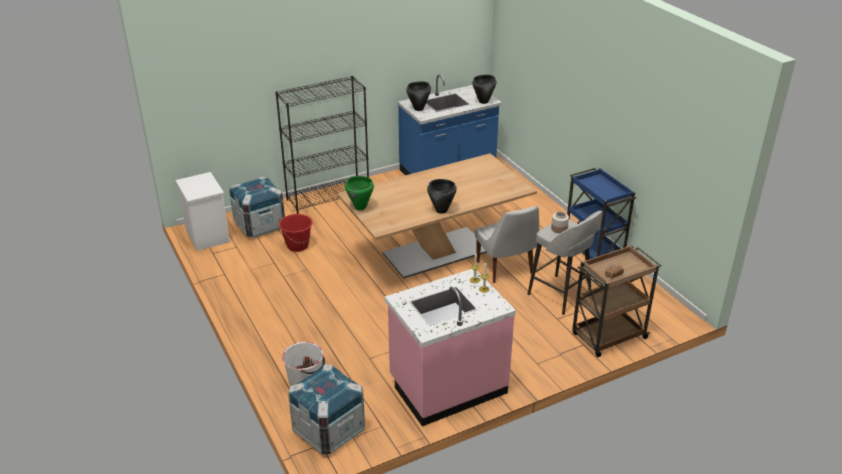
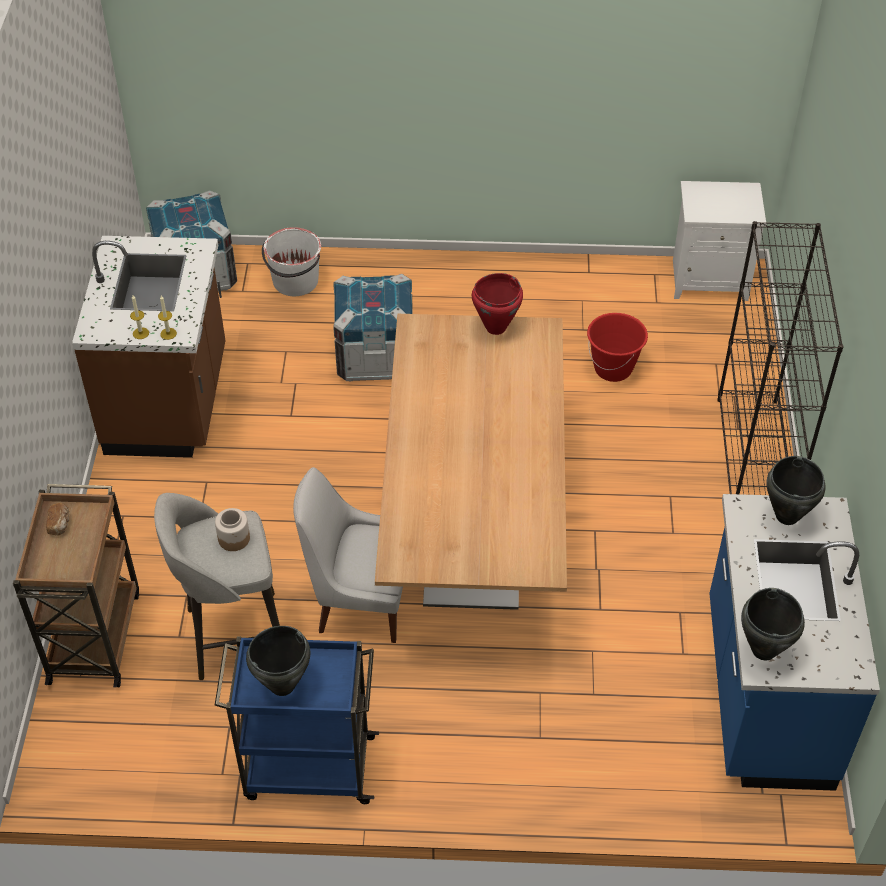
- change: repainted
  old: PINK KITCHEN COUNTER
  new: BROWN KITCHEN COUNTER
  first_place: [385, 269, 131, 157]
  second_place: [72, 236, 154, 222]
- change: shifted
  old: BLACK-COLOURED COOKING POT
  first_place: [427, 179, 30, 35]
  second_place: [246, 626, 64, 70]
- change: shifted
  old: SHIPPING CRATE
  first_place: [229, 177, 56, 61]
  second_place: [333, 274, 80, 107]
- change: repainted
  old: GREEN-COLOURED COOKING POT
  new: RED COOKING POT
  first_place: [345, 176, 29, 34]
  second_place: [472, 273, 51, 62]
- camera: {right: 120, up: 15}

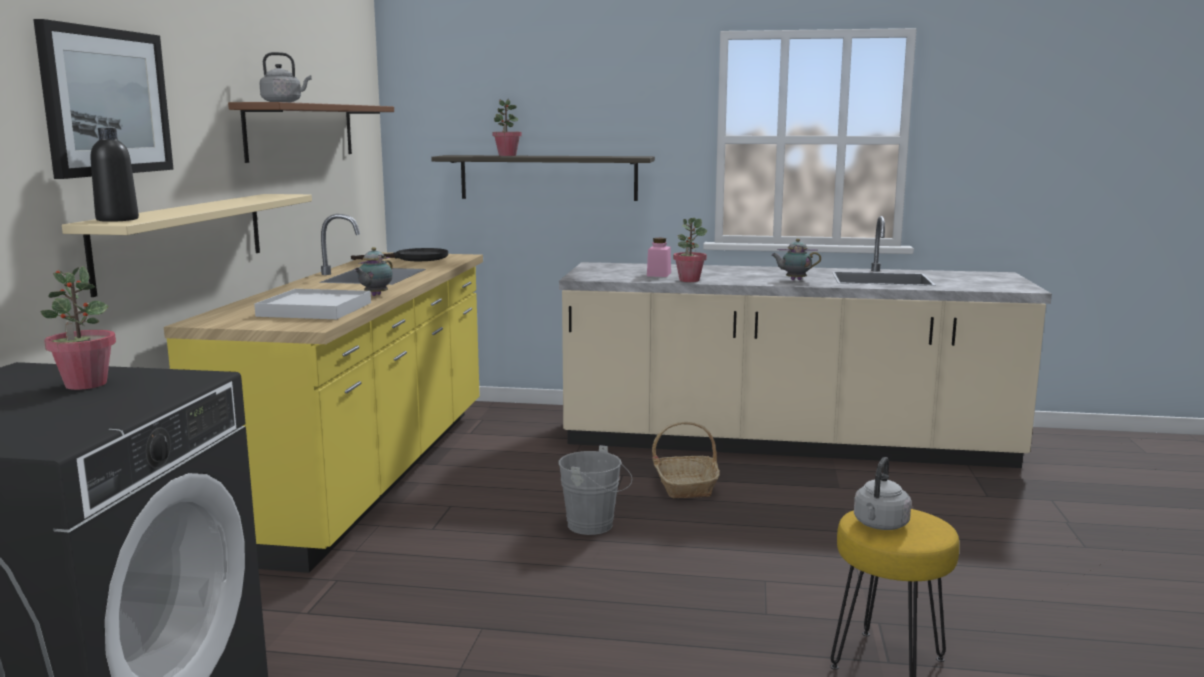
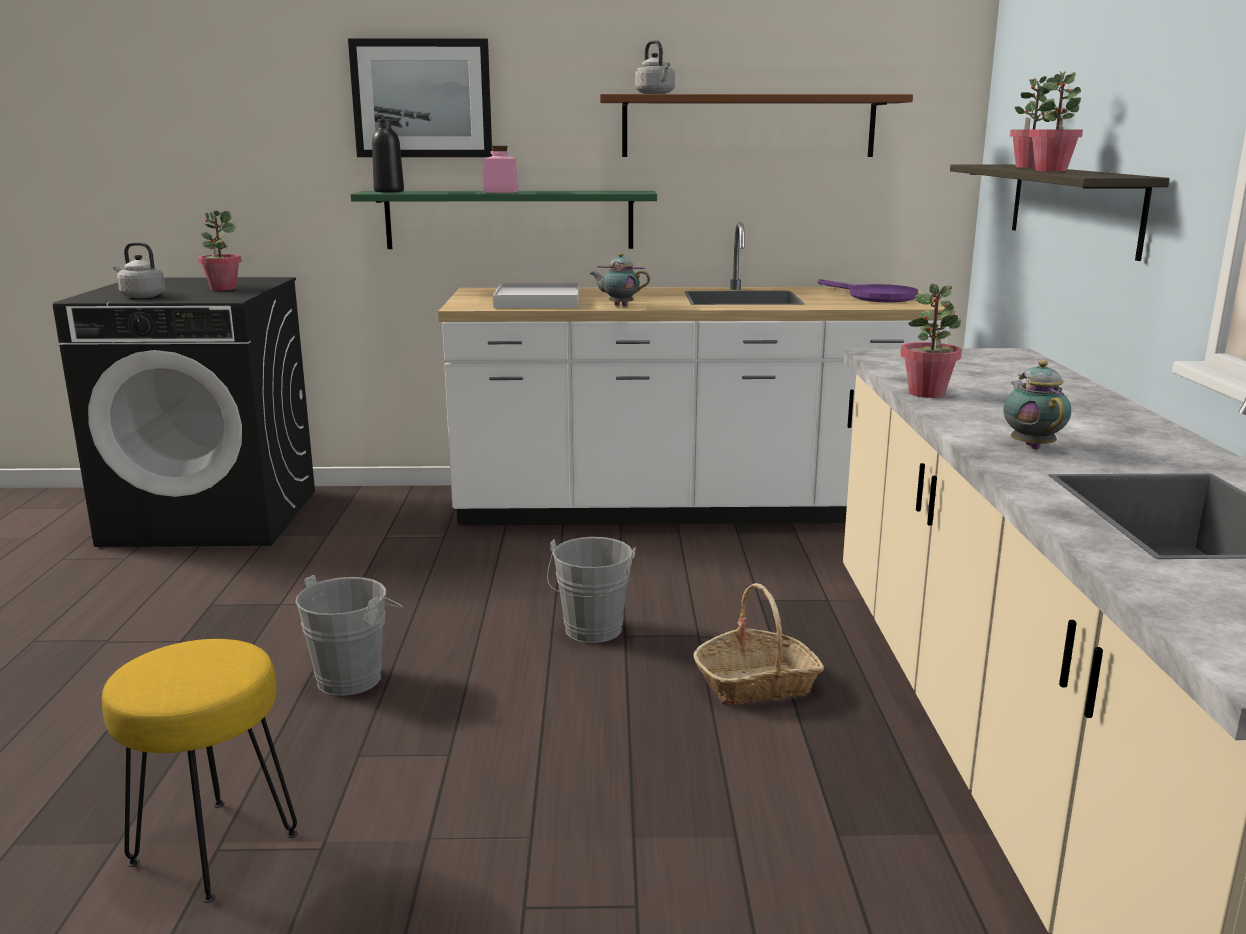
- change: shifted
  old: GREYISH KETTLE
  first_place: [854, 457, 57, 73]
  second_place: [113, 242, 52, 56]
- change: new
  new: GREYISH WATER BUCKET
  second_place: [295, 575, 108, 121]
- change: repainted
  old: BEIGE-COLOURED SHELF
  new: GREEN-COLOURED SHELF
  first_place: [62, 194, 250, 103]
  second_place: [351, 191, 306, 58]
- change: repainted
  old: YELLOW-COLOURED KITCHEN COUNTER
  new: WHITISH KITCHEN COUNTER
  first_place: [164, 214, 319, 359]
  second_place: [438, 222, 517, 304]
- change: shifted
  old: PINK STORAGE JAR
  first_place: [647, 238, 24, 39]
  second_place: [483, 146, 35, 47]
- change: repainted
  old: BLACK-COLOURED SKILLET
  new: PURPLE SKILLET
  first_place: [351, 248, 97, 13]
  second_place: [818, 279, 100, 24]
- change: new
  new: HOUSEPLANT
  second_place: [1029, 71, 54, 100]
- camera: {right: 80, up: 5}

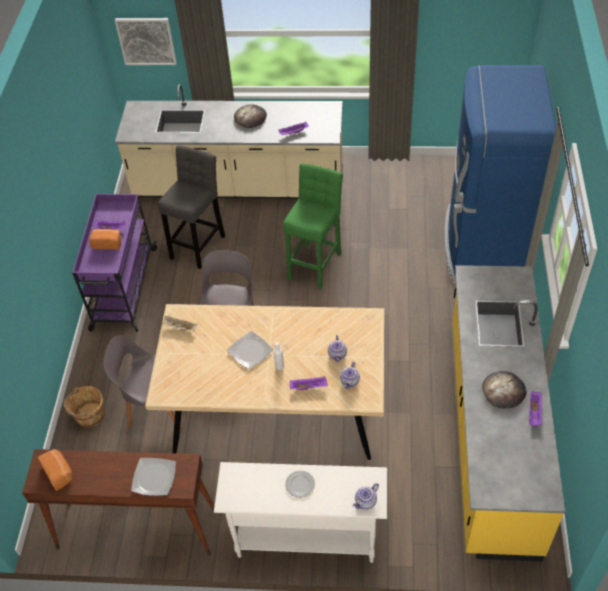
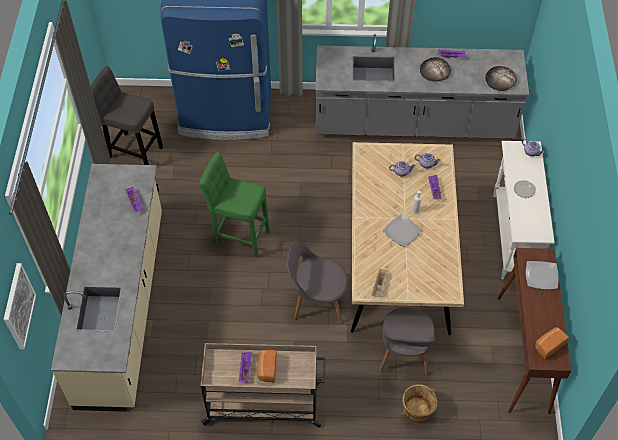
- change: shifted
  old: GREYISH STOOL
  first_place: [158, 145, 67, 124]
  second_place: [90, 66, 73, 99]
- change: repainted
  old: PURPLE WHEELED CART
  new: BEIGE-COLOURED WHEELED CART
  first_place: [72, 194, 85, 138]
  second_place: [201, 343, 124, 85]
- change: repainted
  old: YELLOW-COLOURED KITCHEN COUNTER
  new: GREYISH KITCHEN COUNTER
  first_place: [453, 265, 112, 296]
  second_place: [315, 34, 214, 105]
- change: shifted
  old: BAKED BREAD
  first_place: [234, 104, 33, 24]
  second_place: [485, 66, 32, 25]
- camera: {right: -95, up: 5}

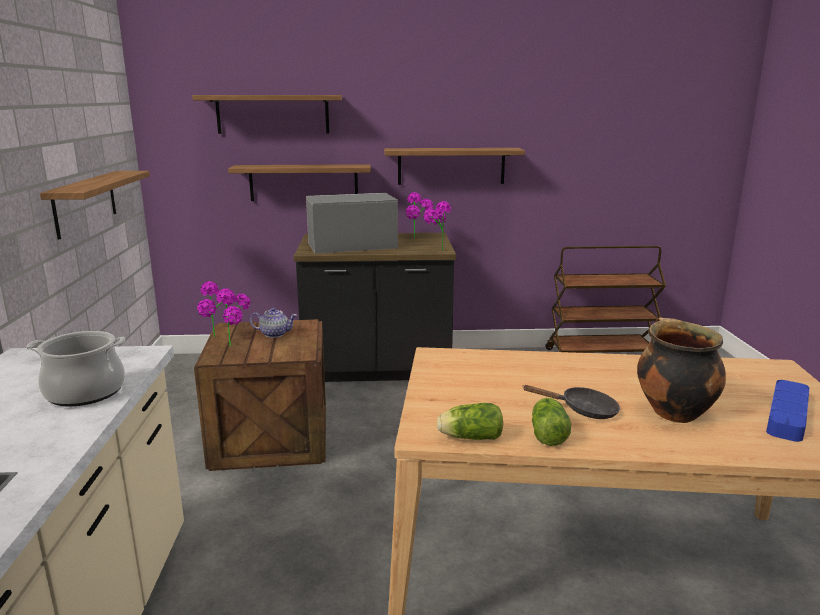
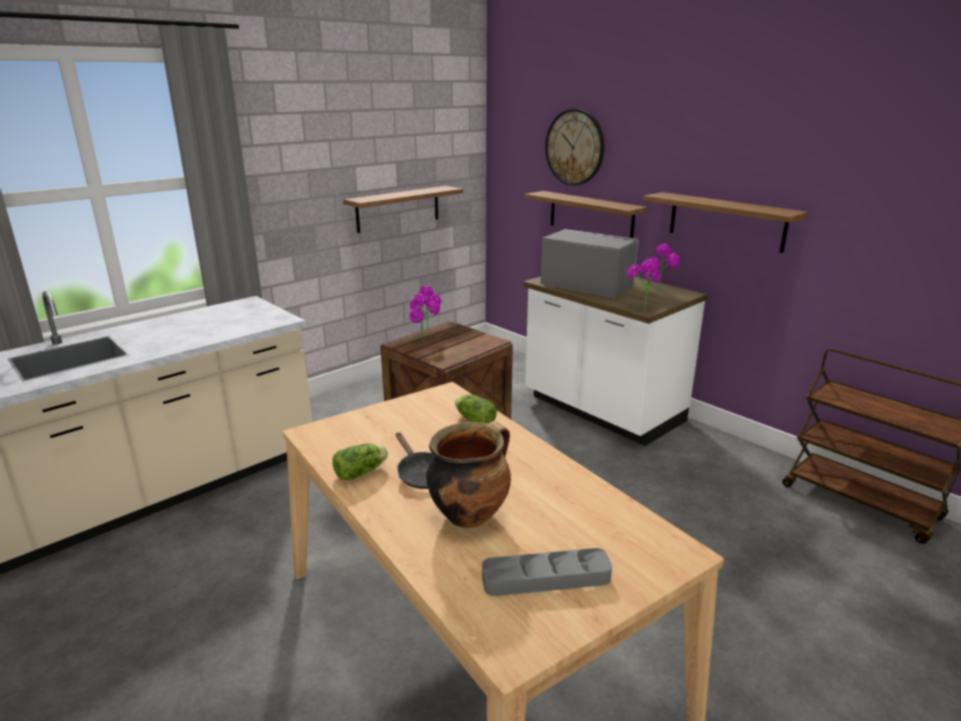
- change: shifted
  old: LETTUCE HEAD
  first_place: [437, 403, 66, 37]
  second_place: [455, 395, 42, 28]
- change: repainted
  old: BLUE SERVING TRAY
  new: GREYISH SERVING TRAY
  first_place: [766, 380, 44, 62]
  second_place: [482, 548, 130, 48]
- change: repainted
  old: BLACK-COLOURED KITCHEN COUNTER
  new: WHITISH KITCHEN COUNTER
  first_place: [294, 233, 162, 149]
  second_place: [524, 277, 183, 169]
- change: swapped
  old: SHELF
  new: WALL CLOCK
  first_place: [192, 95, 150, 39]
  second_place: [545, 109, 59, 77]
- change: gone
  old: COOKING POT
  first_place: [26, 331, 99, 76]
- change: gone
  old: TEAPOT
  first_place: [250, 308, 47, 30]
- camera: {right: 50, up: 5}

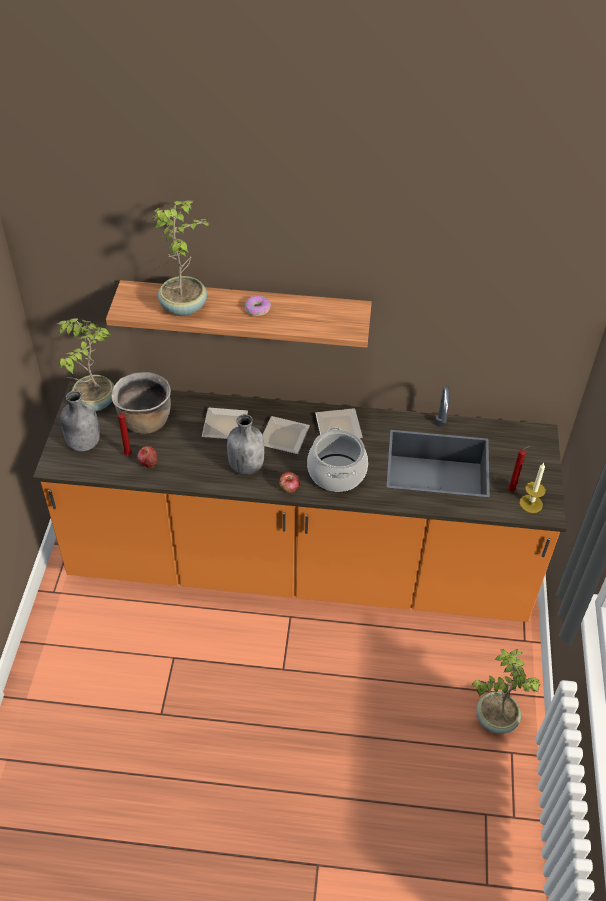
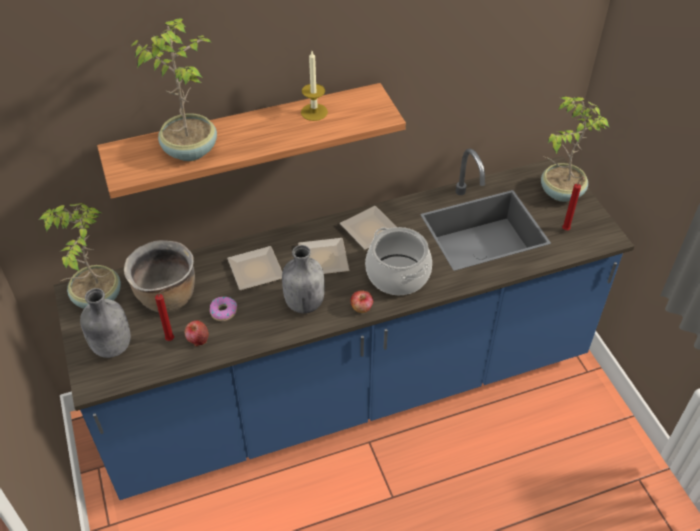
- change: repainted
  old: ORANGE KITCHEN COUNTER
  new: BLUE KITCHEN COUNTER
  first_place: [33, 381, 534, 241]
  second_place: [54, 148, 581, 352]
- change: shifted
  old: DONUT
  first_place: [245, 296, 26, 20]
  second_place: [210, 297, 27, 24]
- change: shifted
  old: WAX LIGHT
  first_place: [519, 463, 27, 50]
  second_place: [301, 51, 27, 70]
- change: shifted
  old: HOUSEPLANT
  first_place: [471, 649, 69, 85]
  second_place: [541, 97, 69, 105]
- camera: {right: -25, up: 0}

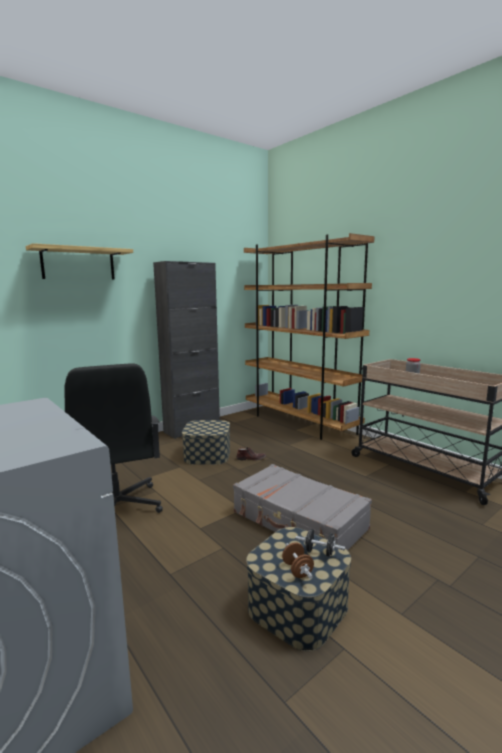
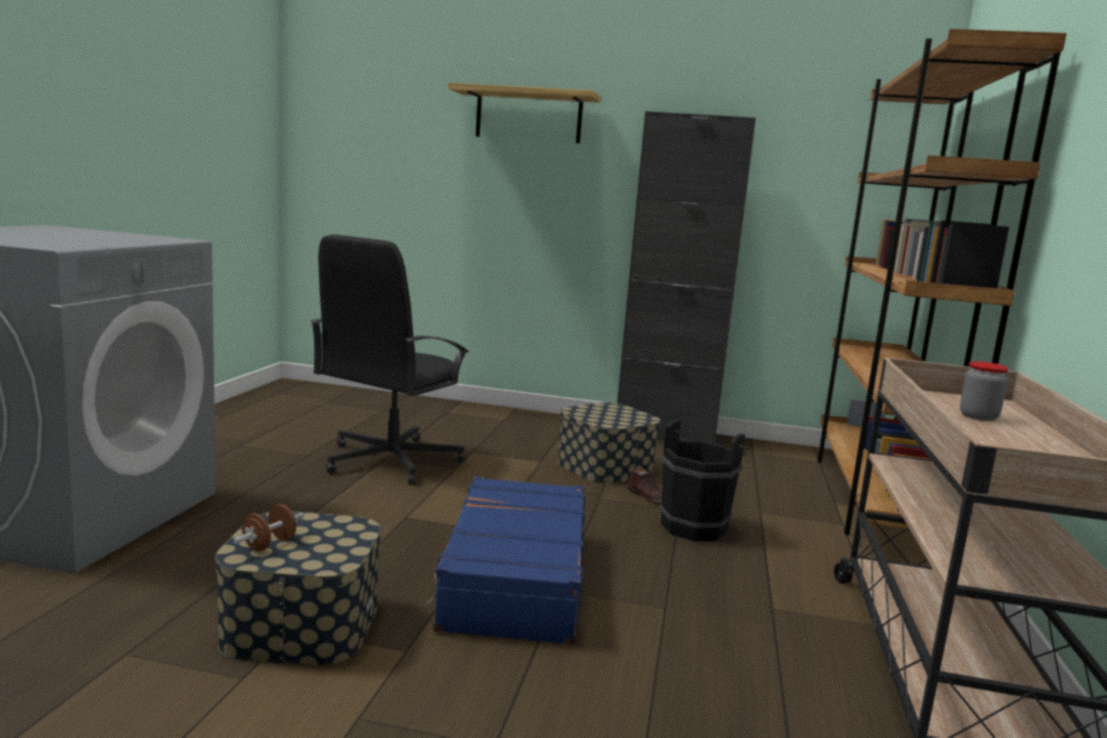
- change: repainted
  old: GREYISH TRAVEL CASE
  new: BLUE TRAVEL CASE
  first_place: [233, 464, 139, 86]
  second_place: [426, 476, 159, 169]
- change: new
  new: BLACK-COLOURED WATER BUCKET
  second_place: [660, 419, 87, 122]
- change: gone
  old: BLACK-COLOURED DUMBBELL
  first_place: [296, 529, 49, 28]
- camera: {right: 50, up: 0}

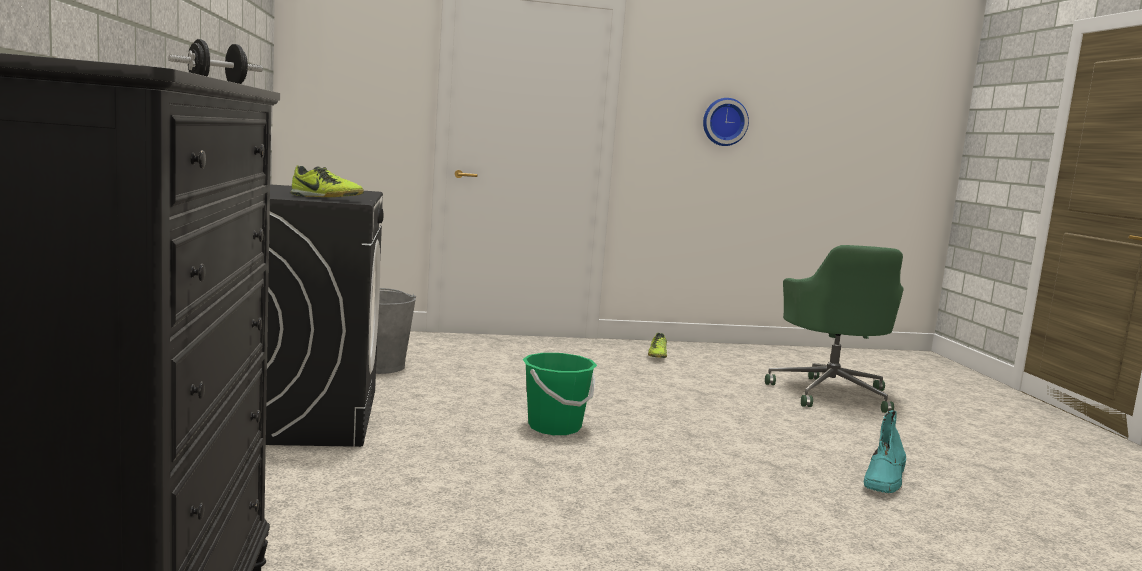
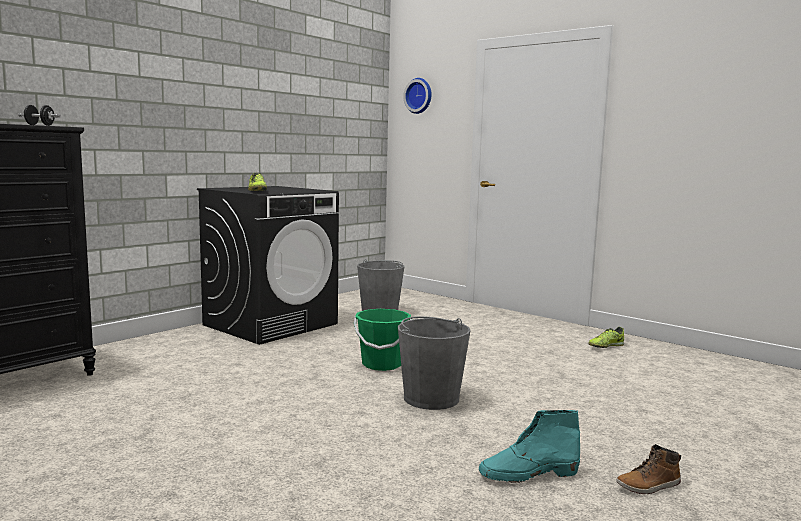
- change: new
  new: GREYISH WATER BUCKET
  second_place: [398, 316, 73, 94]
- change: shifted
  old: WALL CLOCK
  first_place: [703, 98, 46, 48]
  second_place: [403, 78, 29, 36]
- change: new
  new: TALL BOOT
  second_place: [616, 444, 65, 50]
- change: gone
  old: GREEN-COLOURED DESK CHAIR
  first_place: [765, 245, 139, 168]
- camera: {right: 50, up: 0}

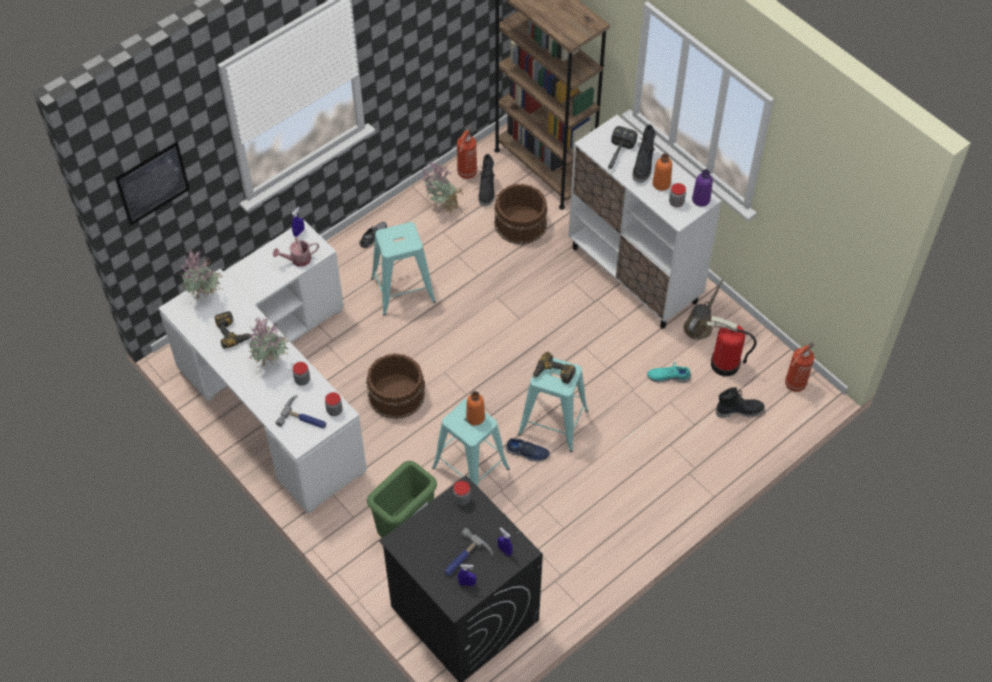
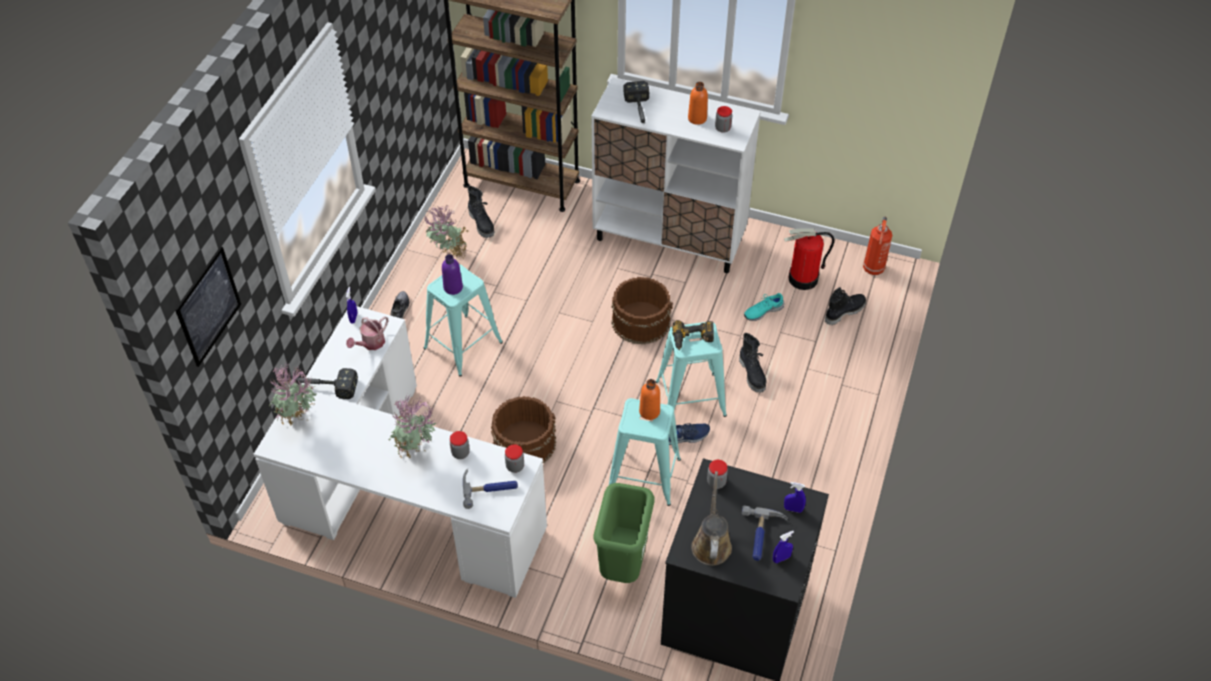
- change: new
  new: HAMMER
  second_place: [296, 368, 62, 31]
- change: shifted
  old: PURPLE BOTTLE
  first_place: [692, 169, 21, 38]
  second_place: [442, 254, 21, 41]
- change: shifted
  old: BROWN WATER BUCKET
  first_place: [494, 184, 54, 61]
  second_place: [612, 277, 61, 67]
- change: shifted
  old: BROWN SPRINKLING CAN
  first_place: [683, 279, 41, 61]
  second_place: [691, 471, 41, 95]
- change: shifted
  old: BLACK-COLOURED TALL BOOT
  first_place: [632, 124, 24, 59]
  second_place: [739, 333, 28, 60]
- change: gone
  old: ELECTRIC DRILL
  first_place: [215, 311, 36, 38]
- change: gone
  old: FIRE-FIGHTING CYLINDER
  first_place: [457, 127, 20, 52]
- camera: {right: -30, up: -5}

